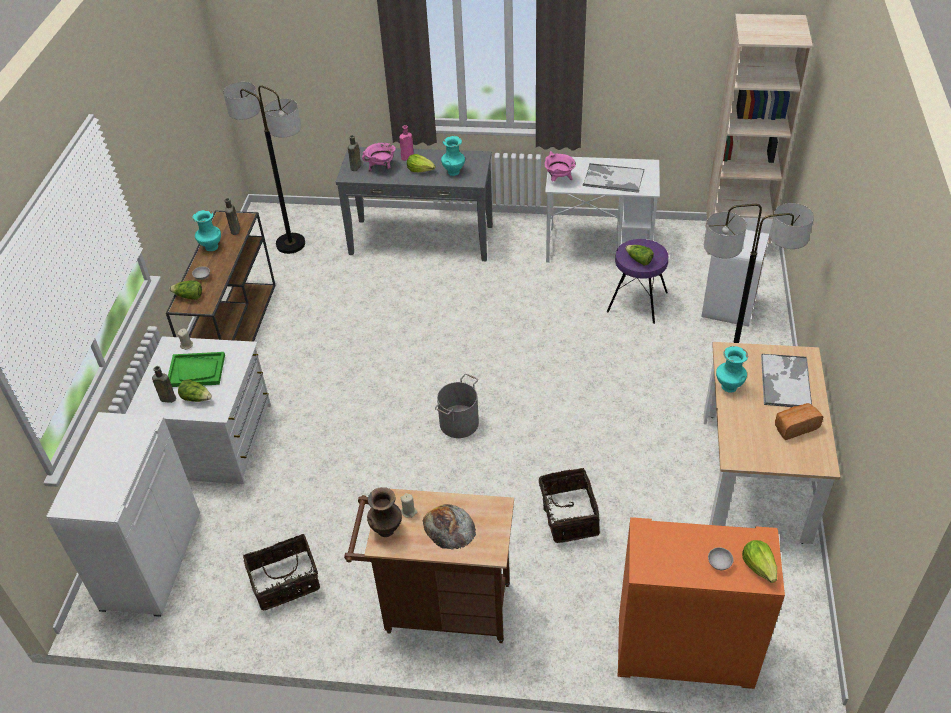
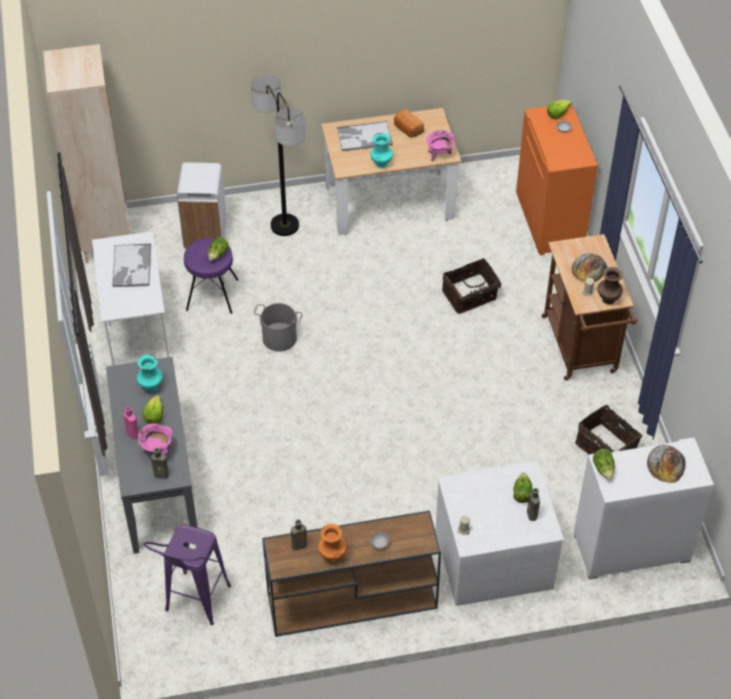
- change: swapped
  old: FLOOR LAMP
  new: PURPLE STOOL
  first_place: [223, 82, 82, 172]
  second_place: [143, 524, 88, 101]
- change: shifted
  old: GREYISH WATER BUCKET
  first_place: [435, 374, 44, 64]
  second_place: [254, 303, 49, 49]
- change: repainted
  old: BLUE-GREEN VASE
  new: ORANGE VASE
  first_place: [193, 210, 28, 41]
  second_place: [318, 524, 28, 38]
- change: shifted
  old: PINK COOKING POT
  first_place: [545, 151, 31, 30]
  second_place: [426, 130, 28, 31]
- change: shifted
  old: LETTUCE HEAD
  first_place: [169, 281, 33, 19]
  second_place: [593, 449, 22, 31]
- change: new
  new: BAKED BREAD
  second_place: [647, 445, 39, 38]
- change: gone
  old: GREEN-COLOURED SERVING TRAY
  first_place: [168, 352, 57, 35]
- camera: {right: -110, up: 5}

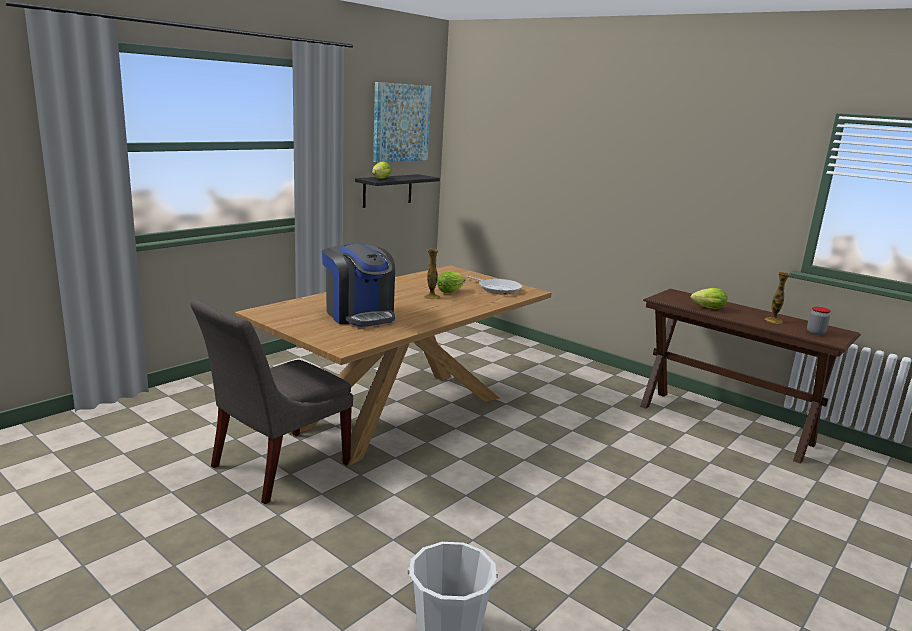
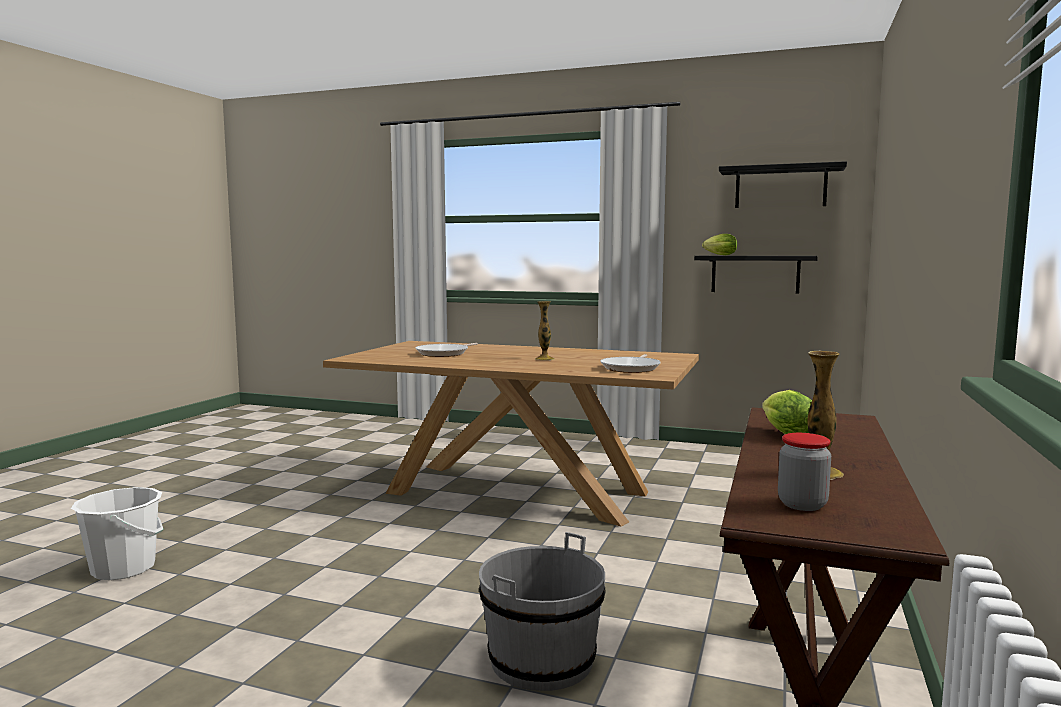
- change: swapped
  old: COFFEE BREWER
  new: SKILLET
  first_place: [322, 244, 73, 83]
  second_place: [416, 343, 62, 14]
- change: new
  new: GREYISH WATER BUCKET
  second_place: [479, 532, 126, 159]
- change: swapped
  old: PICTURE
  new: BLACK-COLOURED SHELF
  first_place: [373, 82, 58, 80]
  second_place: [719, 161, 128, 47]
- change: gone
  old: GREYISH PLAIN CHAIR
  first_place: [190, 299, 163, 205]
- change: gone
  old: LETTUCE HEAD
  first_place: [437, 271, 29, 22]
- camera: {right: 70, up: -10}

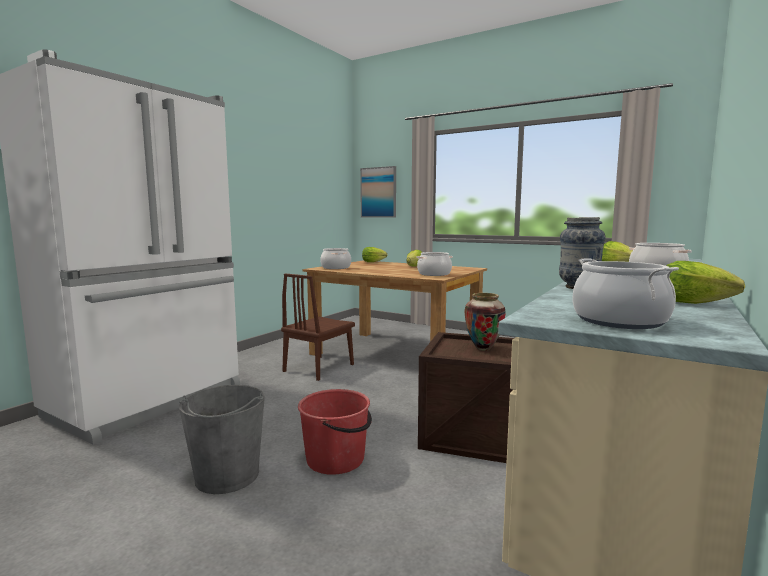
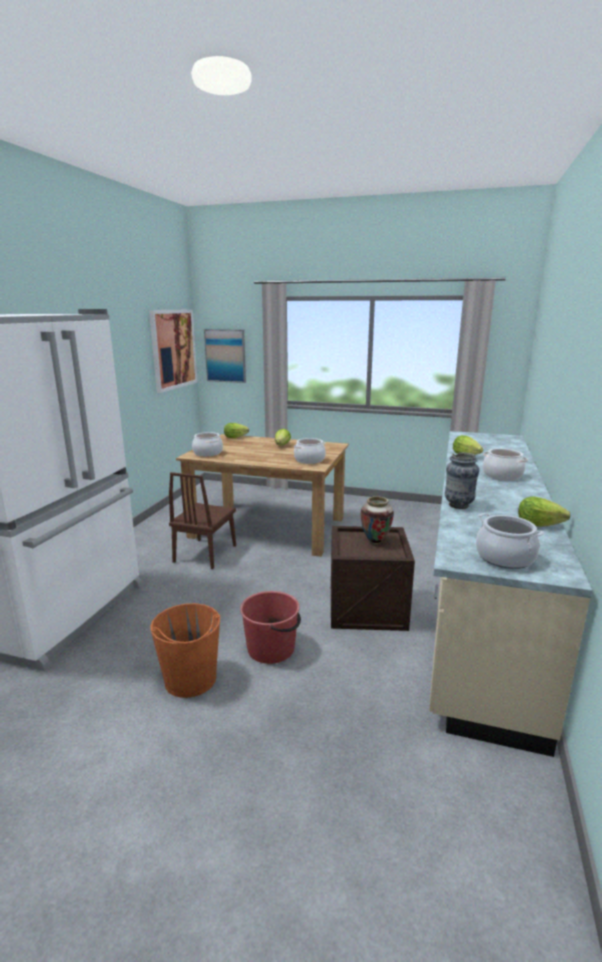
- change: new
  new: PICTURE
  second_place: [149, 310, 49, 83]
- change: repainted
  old: GREYISH WATER BUCKET
  new: ORANGE WATER BUCKET
  first_place: [179, 385, 86, 109]
  second_place: [150, 603, 70, 95]
- camera: {right: -15, up: 10}

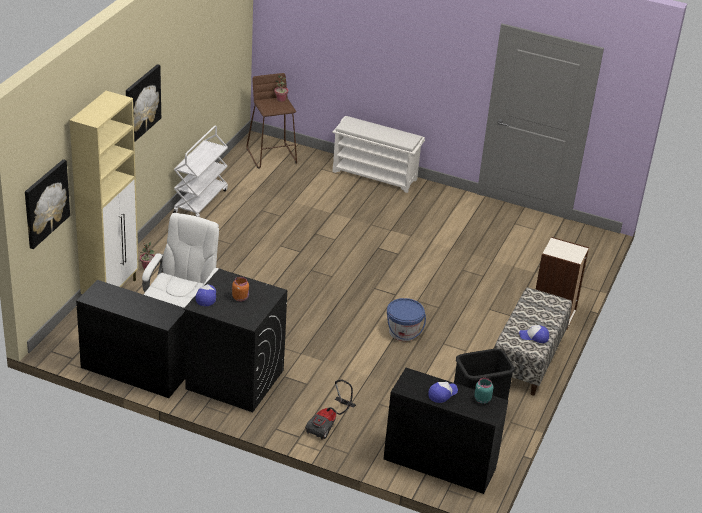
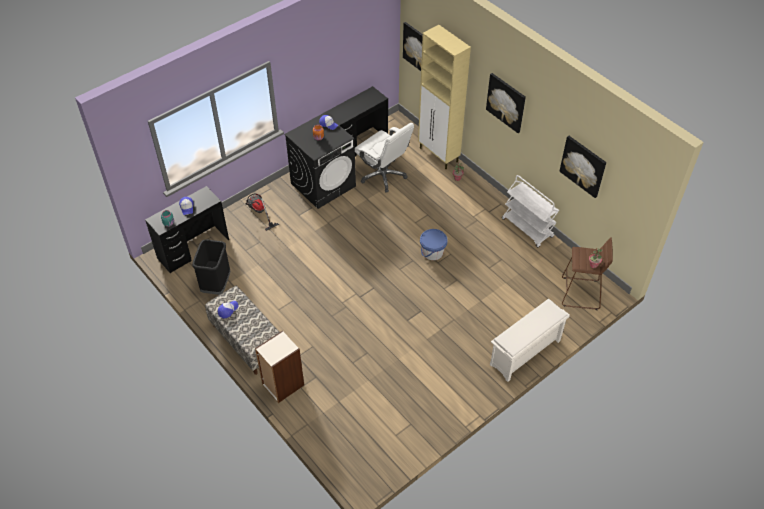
- change: shifted
  old: BLUE WATER BUCKET
  first_place: [387, 298, 39, 43]
  second_place: [420, 229, 28, 31]
- change: new
  new: PICTURE
  second_place: [559, 136, 47, 62]
- camera: {right: 120, up: 15}

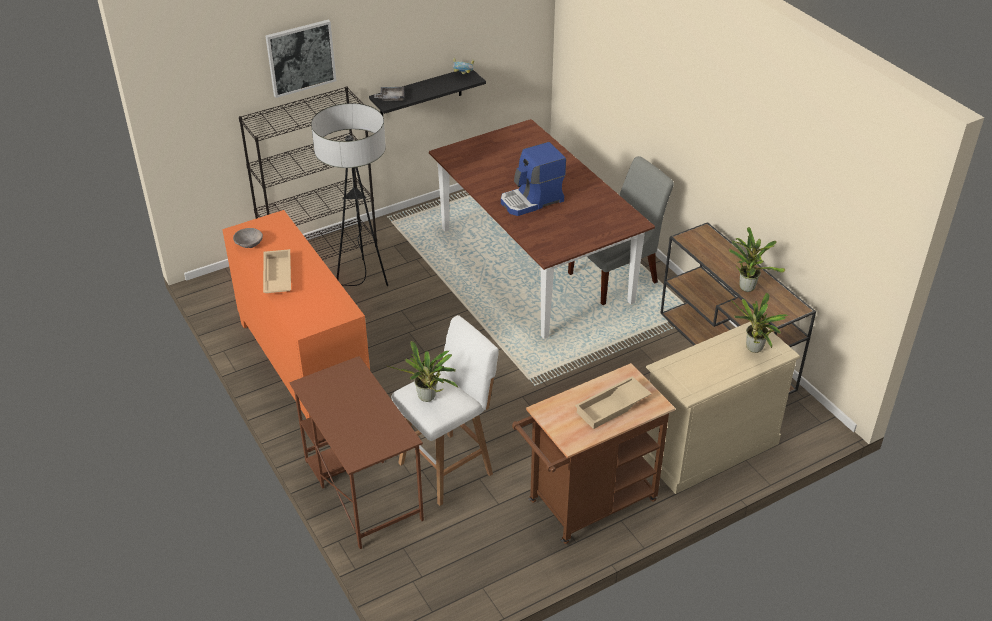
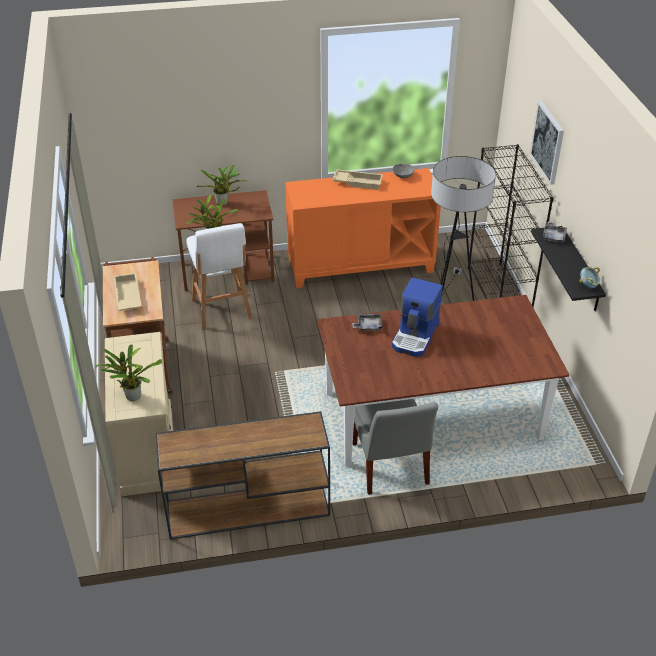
- change: shifted
  old: HOUSEPLANT
  first_place: [729, 227, 56, 65]
  second_place: [197, 165, 51, 41]
- change: new
  new: GREYISH SERVING TRAY
  second_place: [352, 314, 31, 17]
- change: rotated
  old: COFFEE BREWER
  first_place: [501, 142, 65, 74]
  second_place: [392, 278, 51, 79]
  degrees: -150
- camera: {right: 110, up: 0}

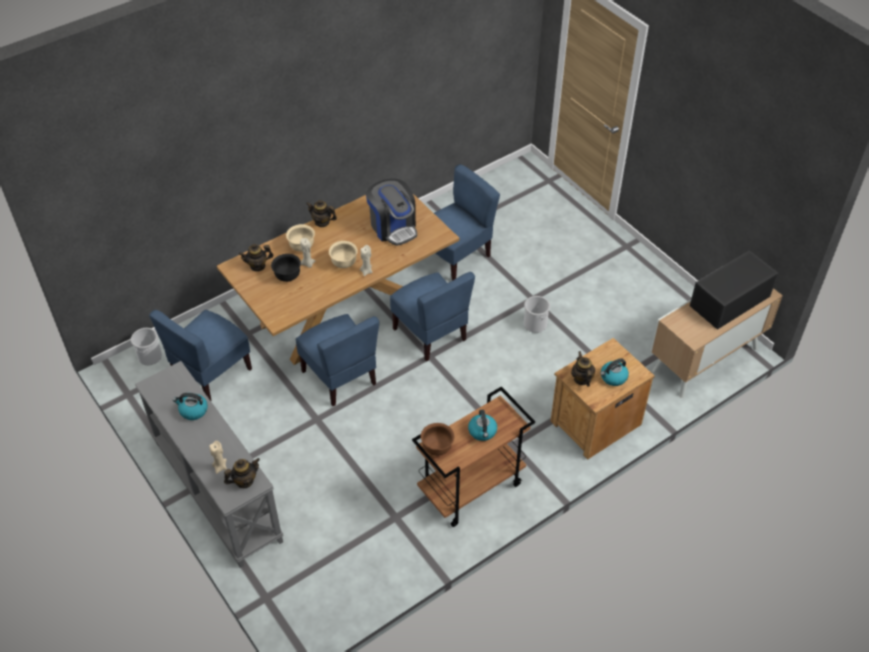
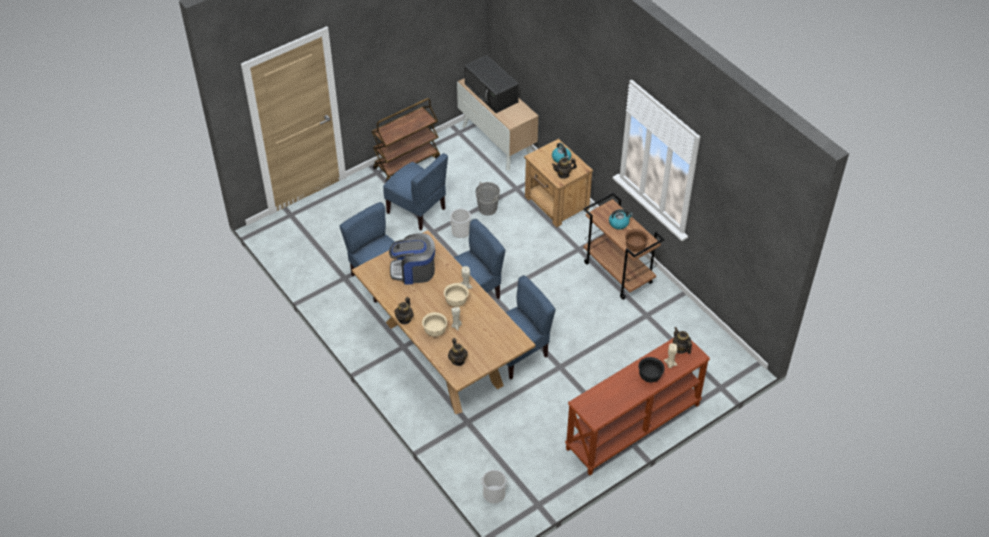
- change: new
  new: BROWN WHEELED CART
  second_place: [371, 98, 69, 84]
- change: shifted
  old: BLUE PLAIN CHAIR
  first_place: [149, 310, 103, 91]
  second_place: [383, 153, 65, 77]
- change: rotated
  old: COFFEE BREWER
  first_place: [366, 179, 51, 67]
  second_place: [389, 233, 46, 52]
  degrees: -150
- change: new
  new: GREYISH WATER BUCKET
  second_place: [475, 182, 25, 34]
- change: repainted
  old: GREYISH HALL TABLE
  new: BROWN HALL TABLE
  first_place: [135, 361, 148, 207]
  second_place: [565, 338, 145, 137]
- change: shifted
  old: BLACK-COLOURED DEEP DISH
  first_place: [271, 254, 30, 28]
  second_place: [639, 357, 26, 25]
- change: gone
  old: KETTLE
  first_place: [173, 393, 35, 27]
- camera: {right: -90, up: 0}

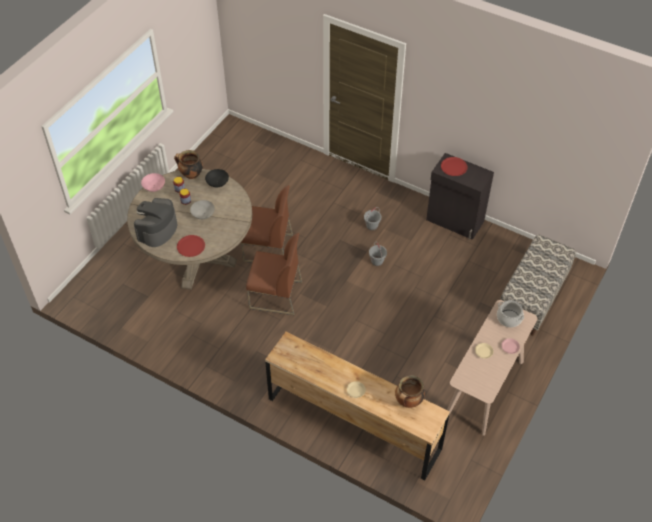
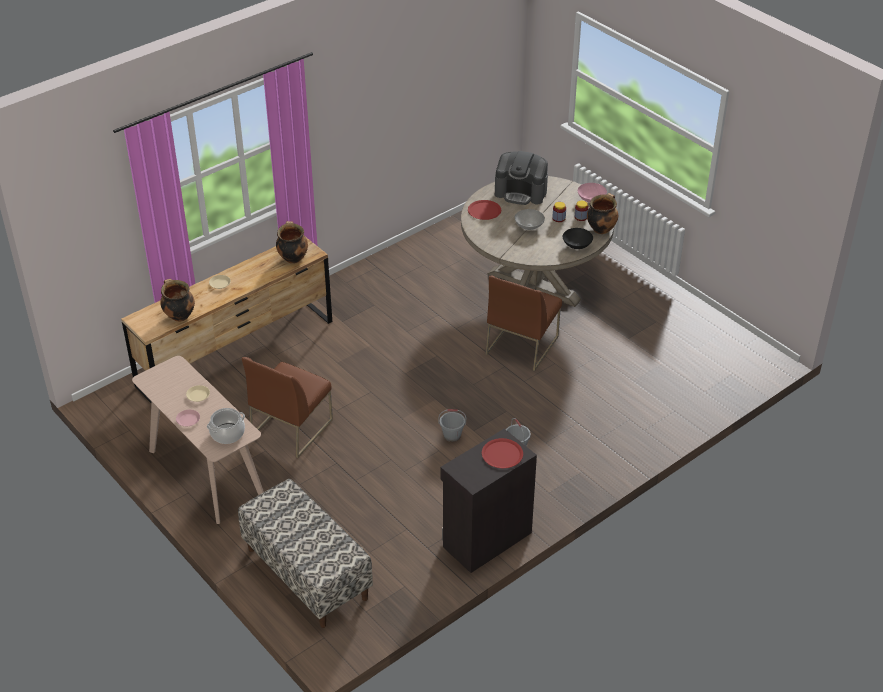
- change: shifted
  old: BROWN PLAIN CHAIR
  first_place: [246, 233, 56, 82]
  second_place: [242, 357, 91, 101]
- change: new
  new: COOKING POT
  second_place: [276, 221, 32, 43]
- change: rotated
  old: COFFEE BREWER
  first_place: [134, 198, 44, 49]
  second_place: [495, 151, 53, 54]
  degrees: 150
- camera: {right: 110, up: -10}

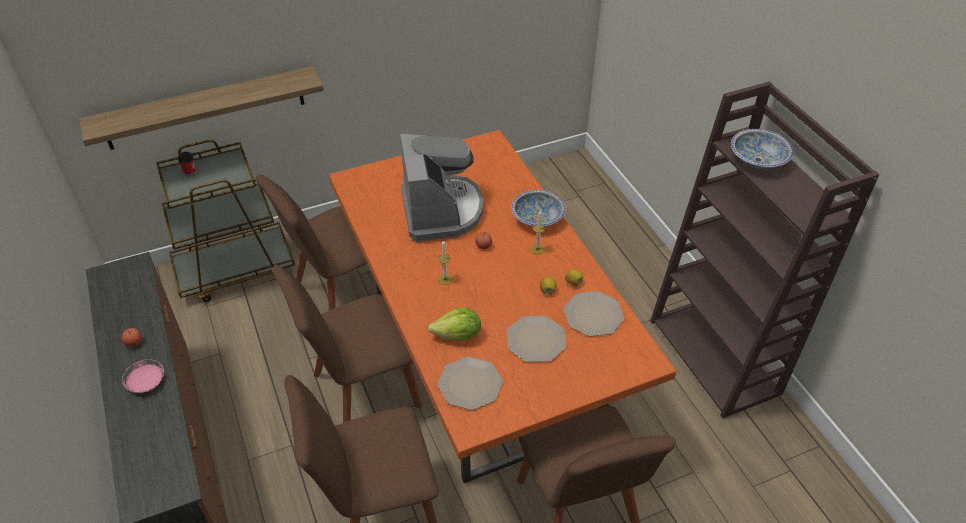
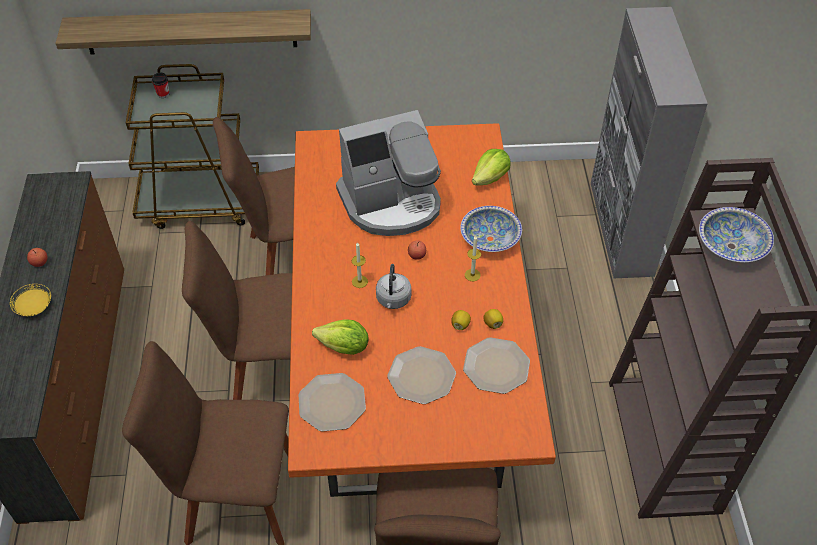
- change: repainted
  old: PINK PLATE
  new: YELLOW-COLOURED PLATE
  first_place: [122, 359, 42, 34]
  second_place: [10, 284, 41, 32]
- change: rotated
  old: COFFEE BREWER
  first_place: [400, 134, 84, 108]
  second_place: [336, 110, 105, 126]
  degrees: 60
- change: new
  new: GREYISH KETTLE
  second_place: [376, 264, 35, 45]
- change: new
  new: LETTUCE HEAD
  second_place: [472, 149, 39, 37]
- change: new
  new: GREYISH CUPBOARD
  second_place: [591, 7, 117, 271]
- camera: {right: 20, up: 5}

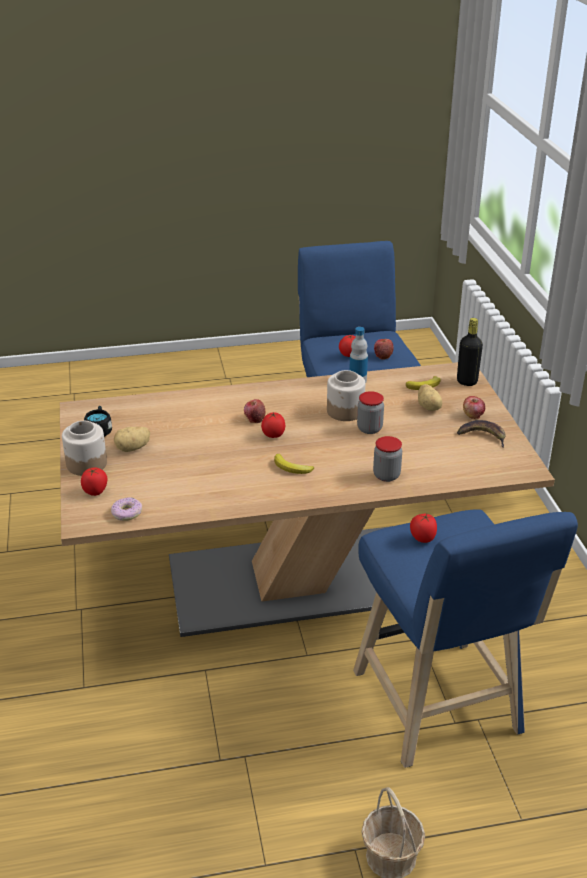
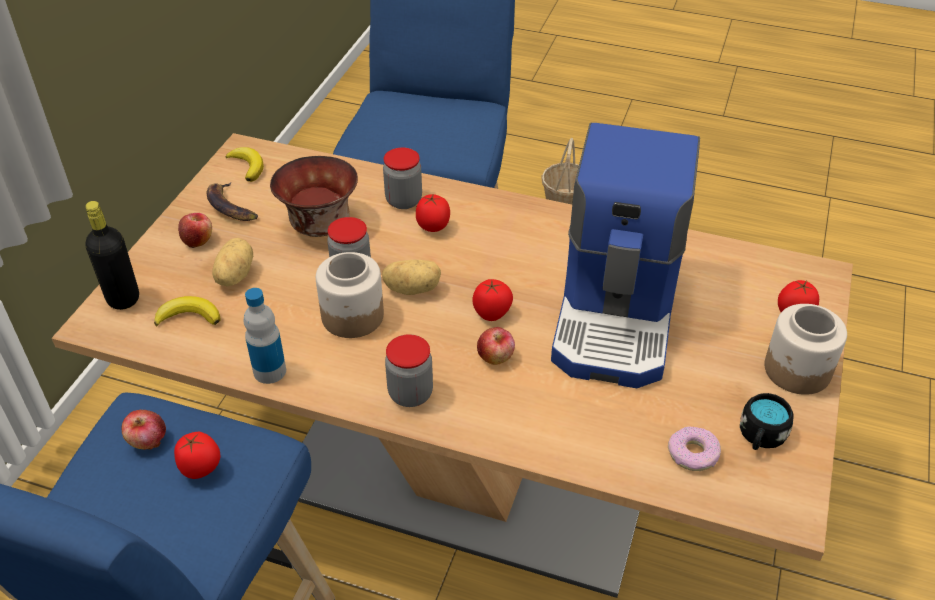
- change: shifted
  old: BANANA FRUIT
  first_place: [274, 454, 40, 20]
  second_place: [226, 147, 38, 35]
- change: new
  new: DEEP DISH
  second_place: [270, 156, 88, 81]
- change: shifted
  old: WHOLE POTATO
  first_place: [114, 427, 36, 25]
  second_place: [382, 259, 59, 36]
- change: new
  new: STORAGE JAR
  second_place: [385, 334, 48, 73]
- change: shifted
  old: TOMATO
  first_place: [410, 514, 27, 29]
  second_place: [416, 194, 34, 38]
- change: new
  new: COFFEE BREWER
  second_place: [551, 123, 149, 265]
- change: shifted
  old: DONUT
  first_place: [111, 497, 31, 24]
  second_place: [668, 427, 53, 44]
- camera: {right: -150, up: 10}

